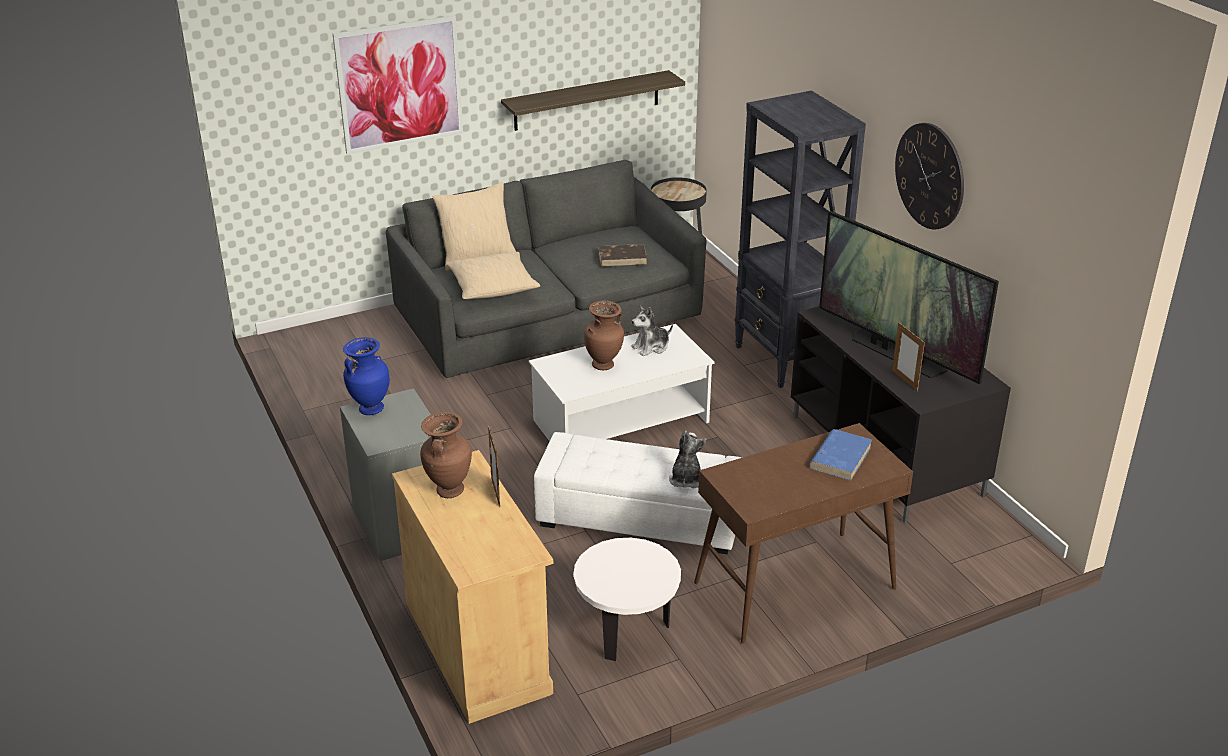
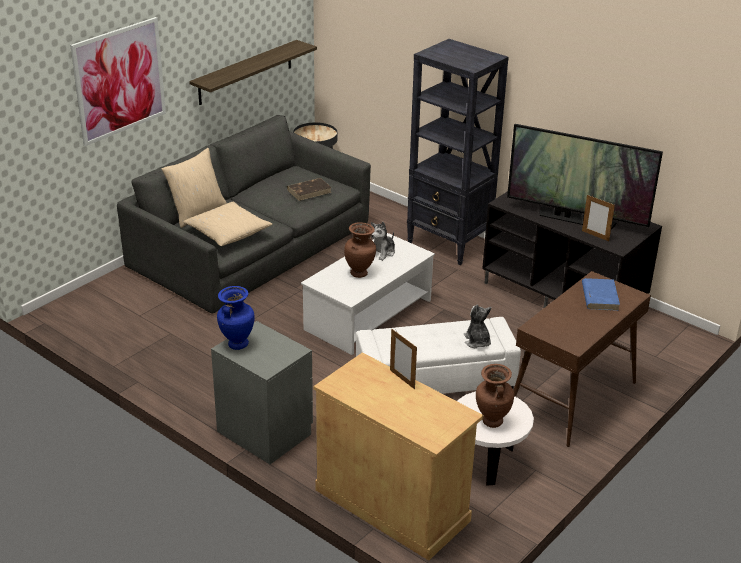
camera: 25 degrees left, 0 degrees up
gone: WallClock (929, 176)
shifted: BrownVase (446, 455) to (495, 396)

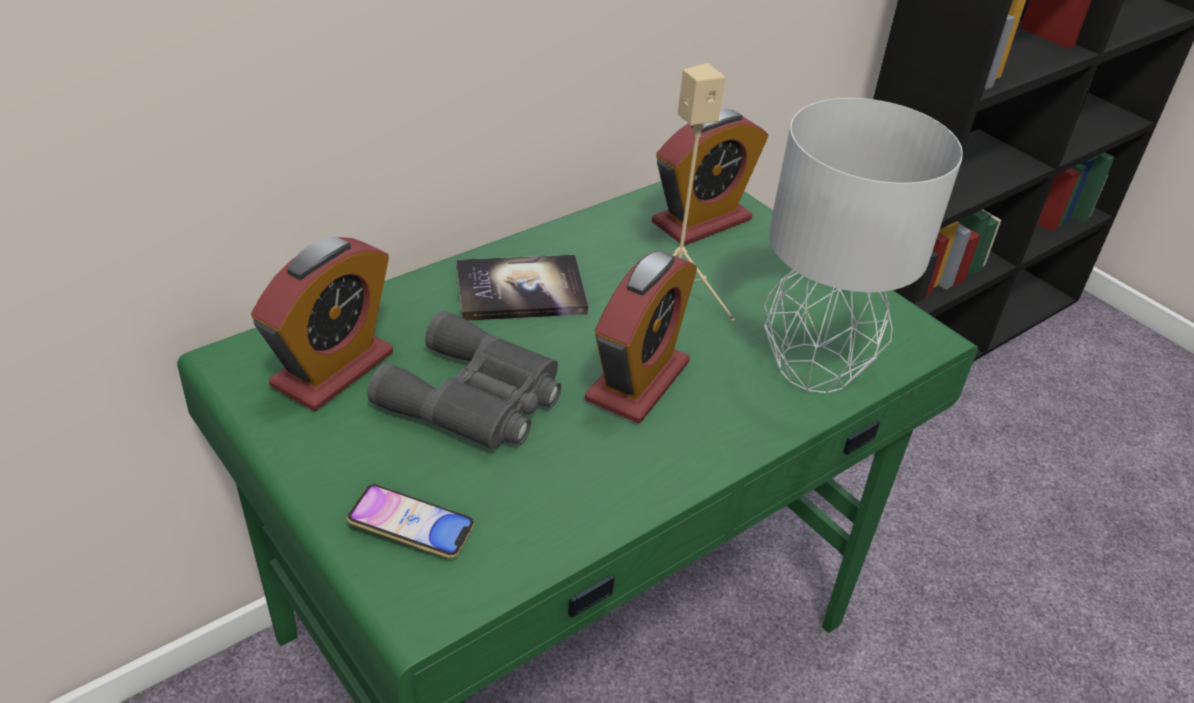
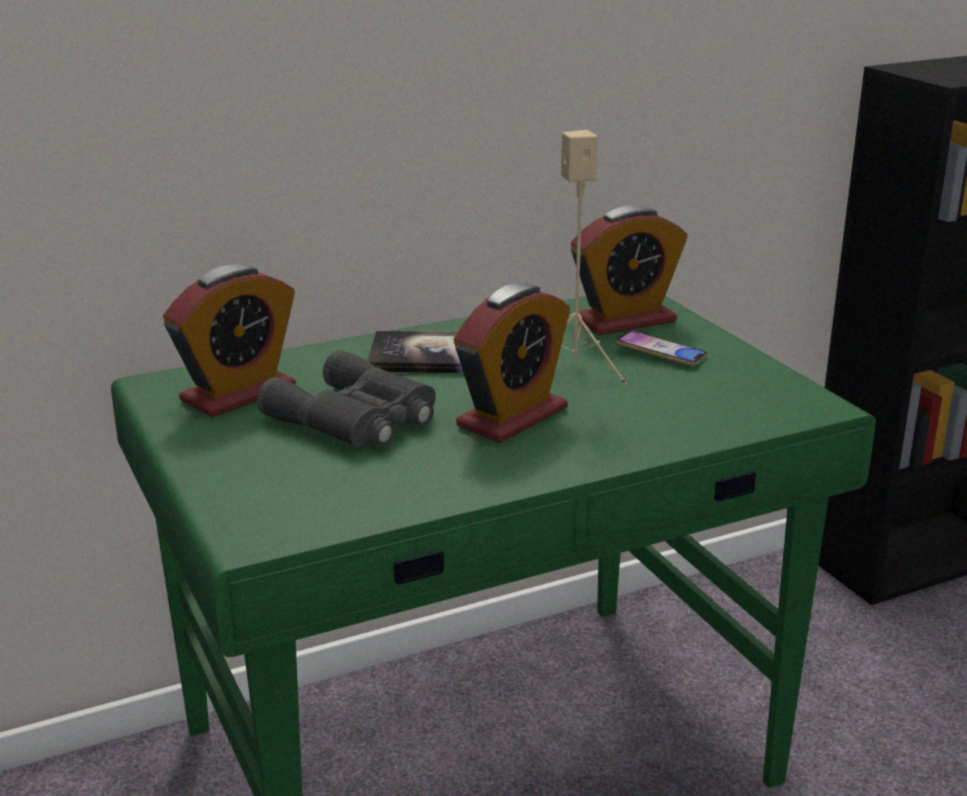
camera: 15 degrees right, 15 degrees down
gone: GreyTableLamp (863, 245)
shifted: Phone (411, 521) to (661, 348)

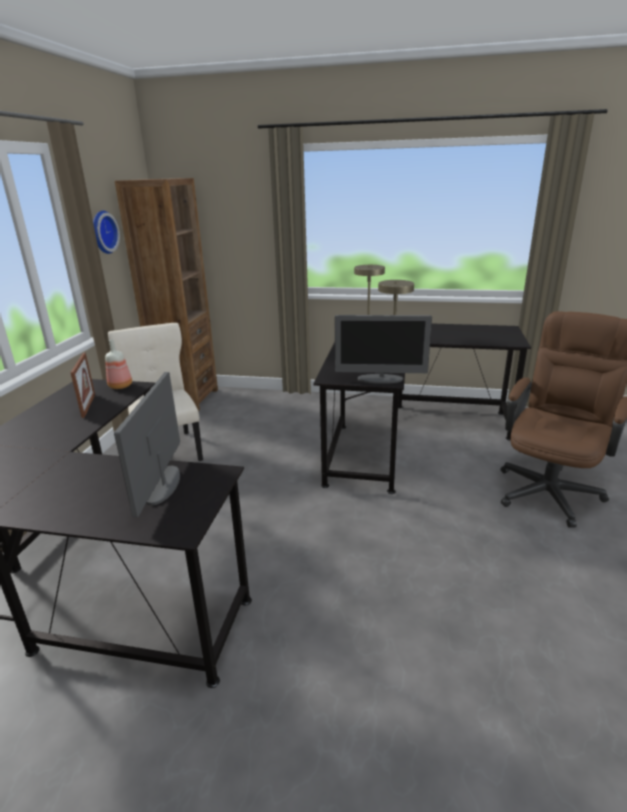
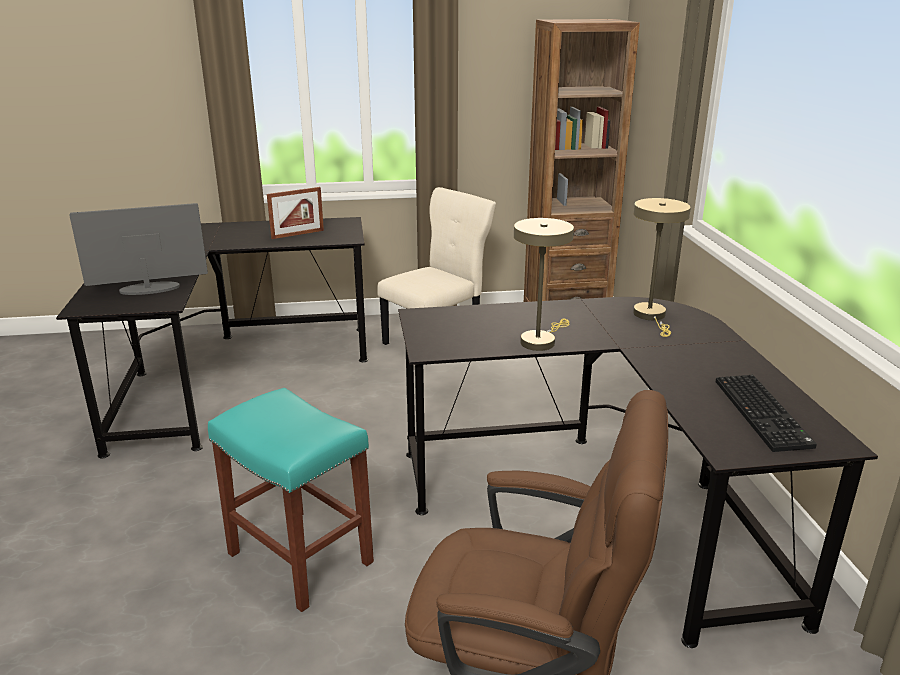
camera: 70 degrees right, 0 degrees up
gone: WallClock (106, 232); Bottle (118, 364); Monitor (383, 349)
new: TurquoiseStool (291, 500); Keyboard (766, 413)

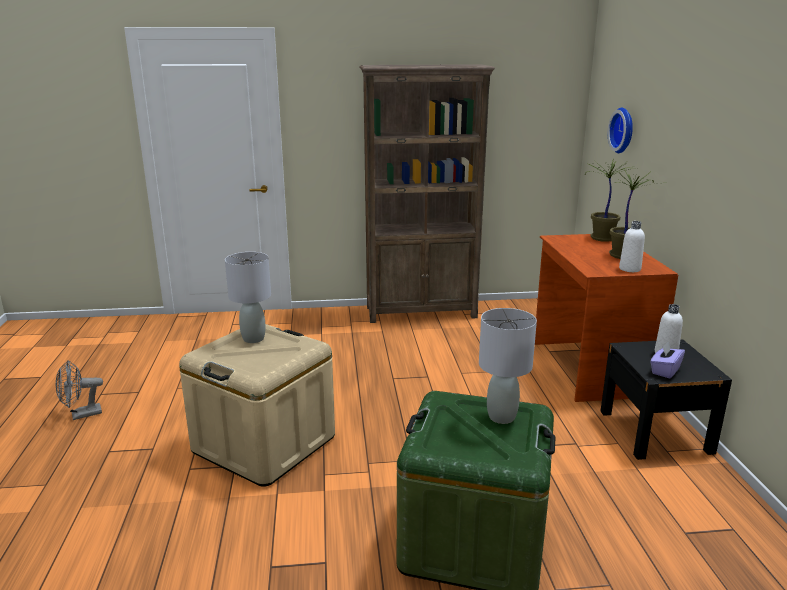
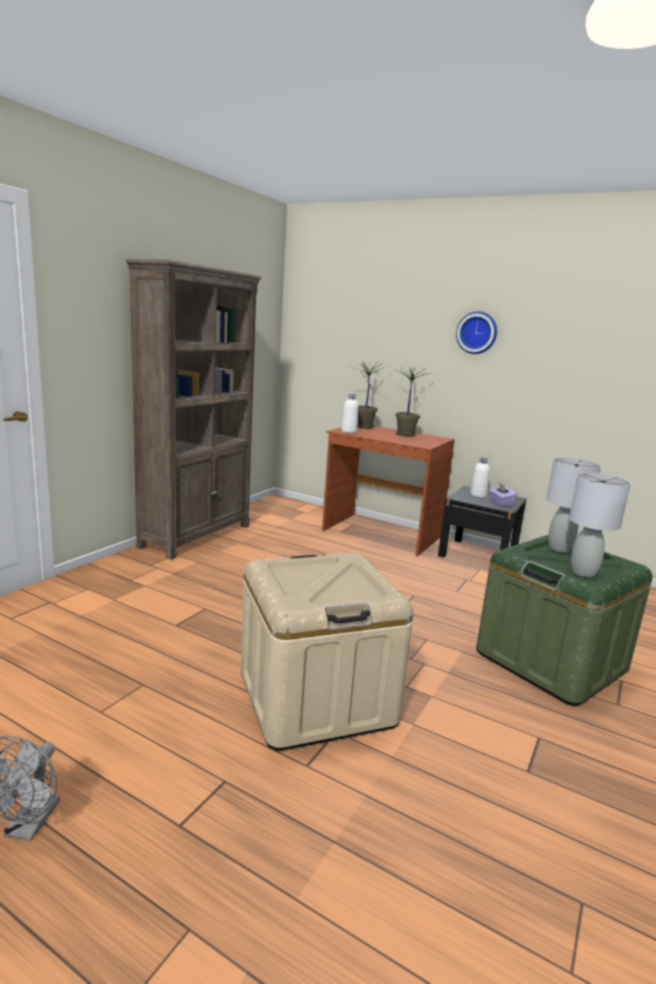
camera: 55 degrees left, 5 degrees down
shifted: WhiteBottle (632, 246) to (349, 413); WallClock (620, 130) to (476, 332); GreyTableLamp (248, 297) to (600, 525)

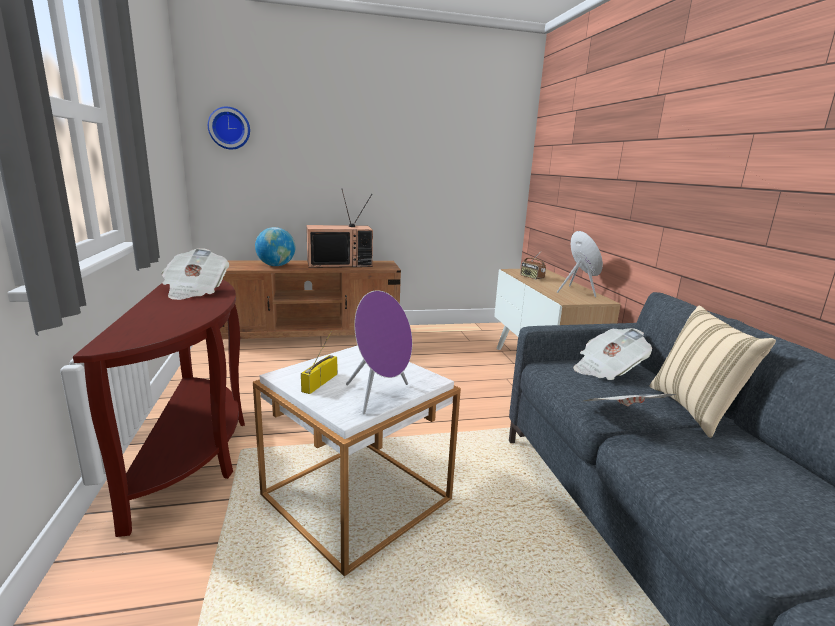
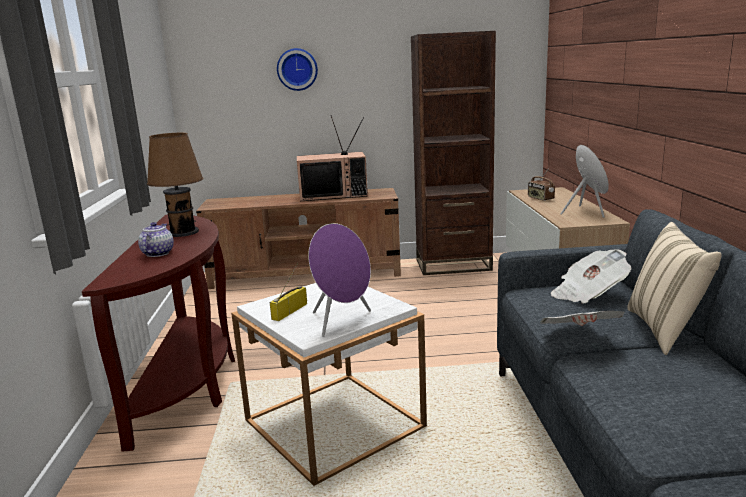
camera: 10 degrees right, 0 degrees up
gone: Globe (275, 246)
new: Teapot (156, 239); BrownBookcase (453, 153)
shifted: WallClock (229, 128) to (297, 69)
swapped: Newspaper (195, 274) to BrownTableLamp (175, 185)

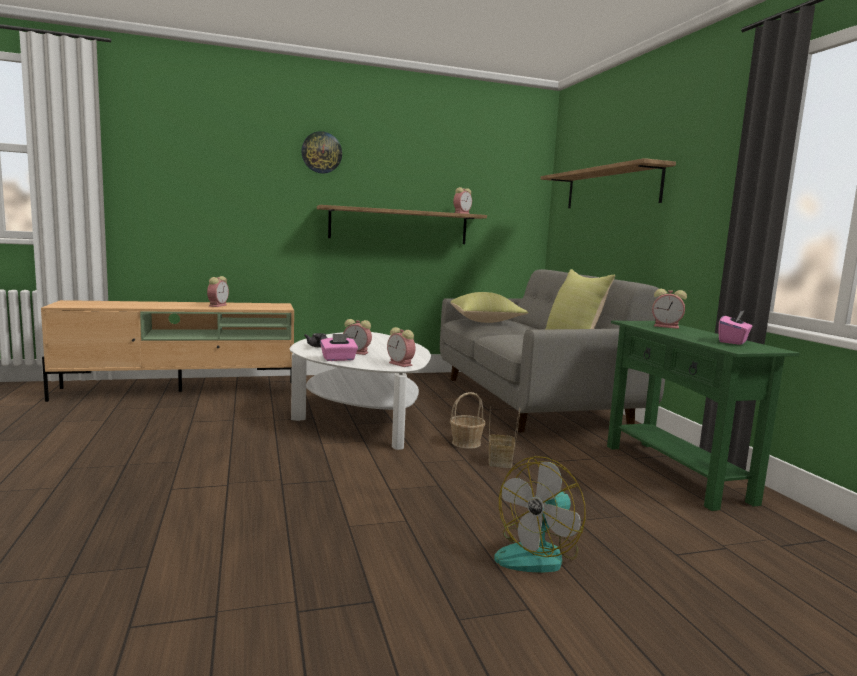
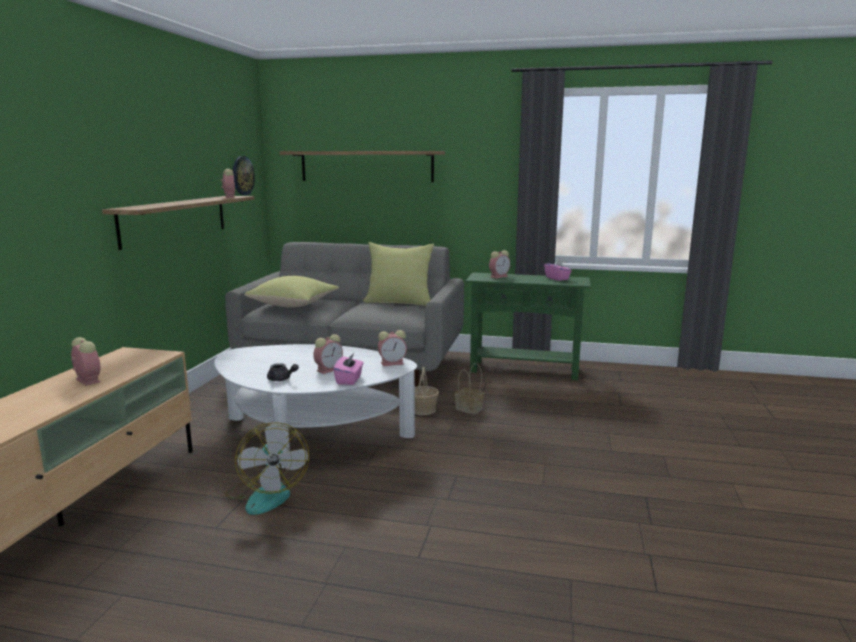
camera: 60 degrees left, 5 degrees up
shifted: Fan (540, 514) to (267, 468); WallClock (321, 152) to (244, 175)

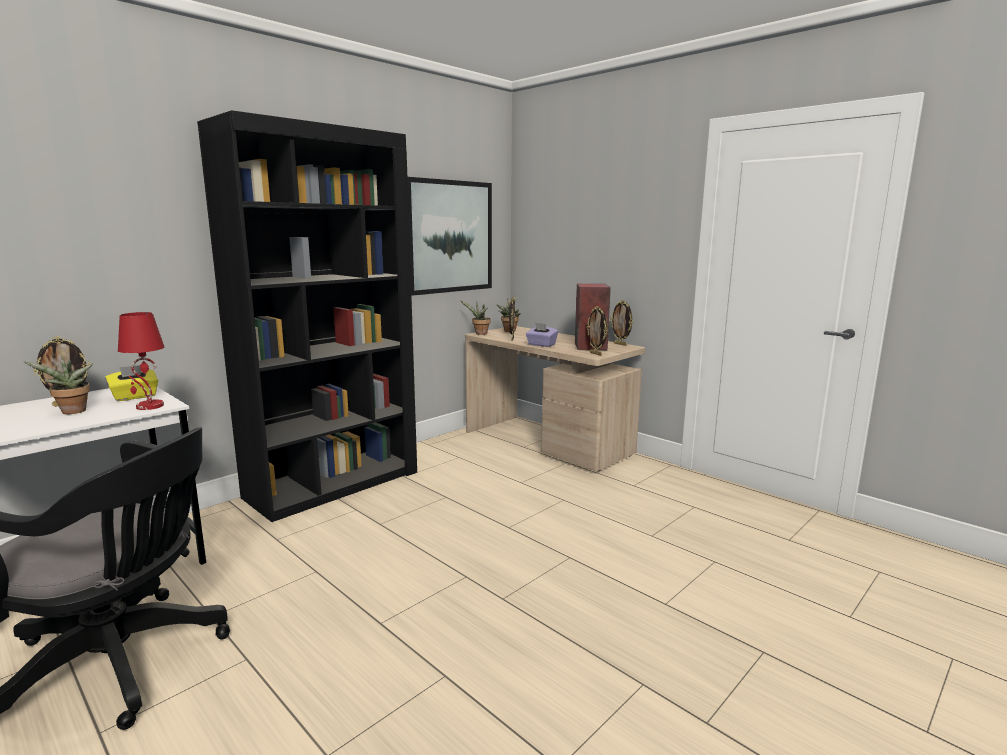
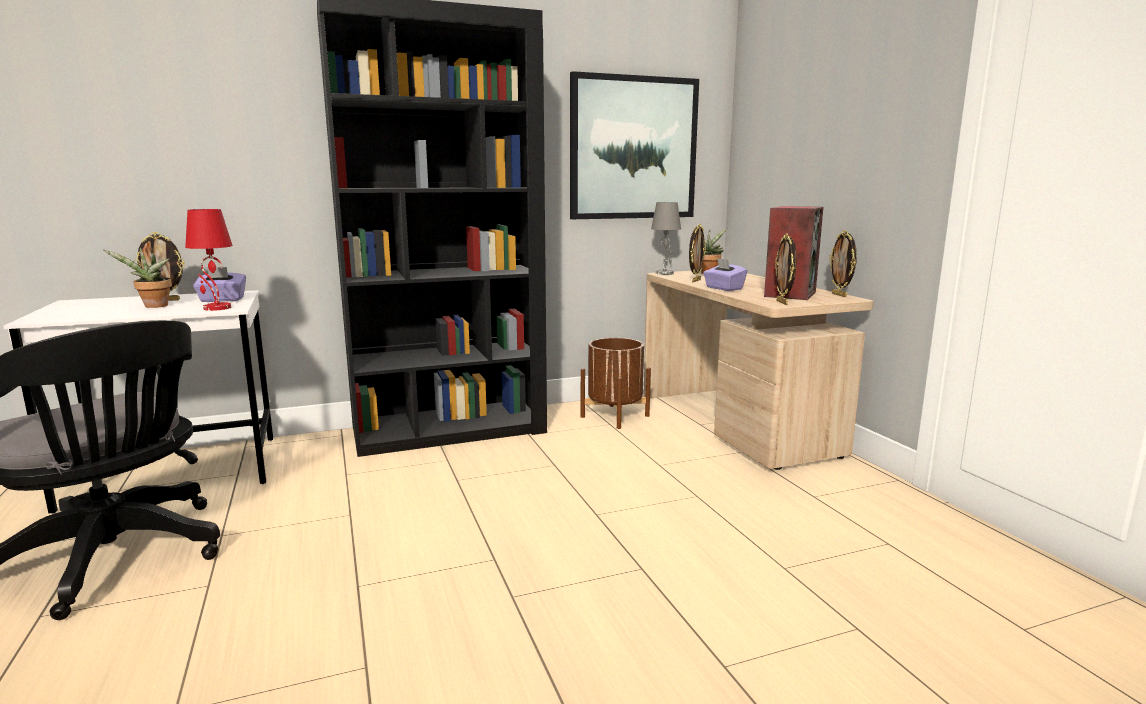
camera: 25 degrees right, 0 degrees up
new: BrownPlanter (616, 383)
swapped: PottedPlant (475, 317) to GreyTableLamp (666, 238)
repainted: YellowTissueBox (131, 383) to PurpleTissueBox (219, 284)

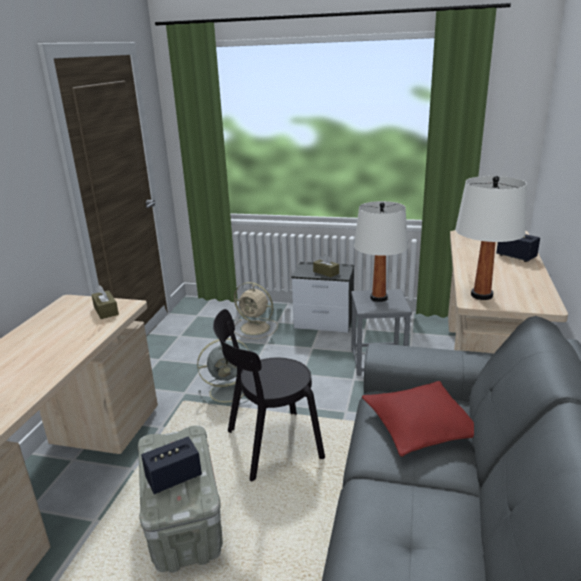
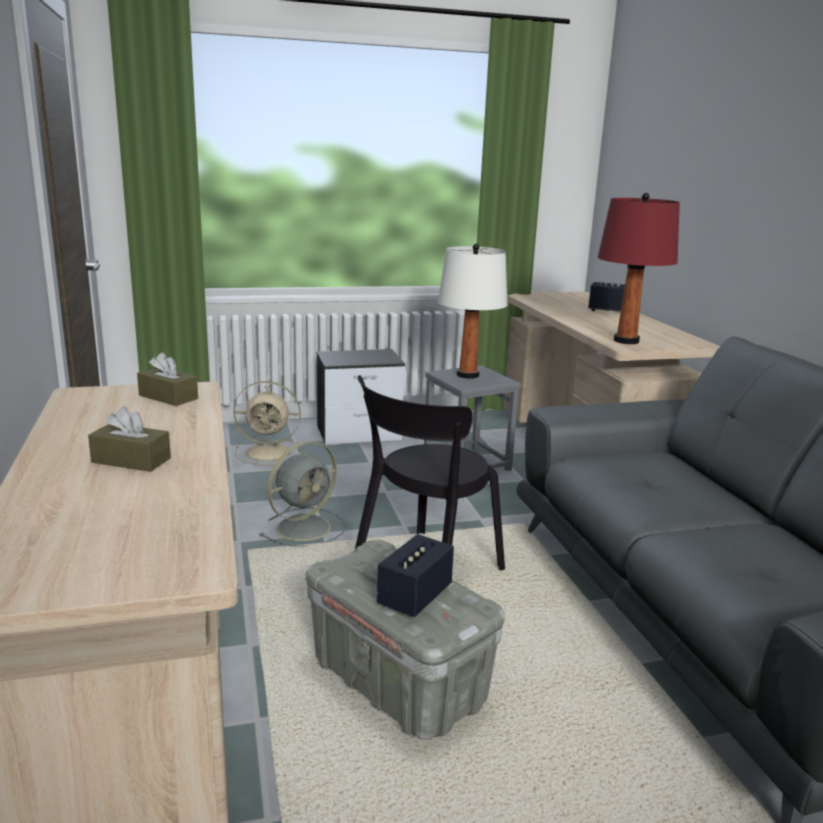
camera: 30 degrees left, 5 degrees down
gone: RedPillow (418, 419)
shifted: BrownTissueBox (326, 265) to (129, 439)
repainted: WhiteTableLamp (491, 238) to RedTableLamp (639, 268)

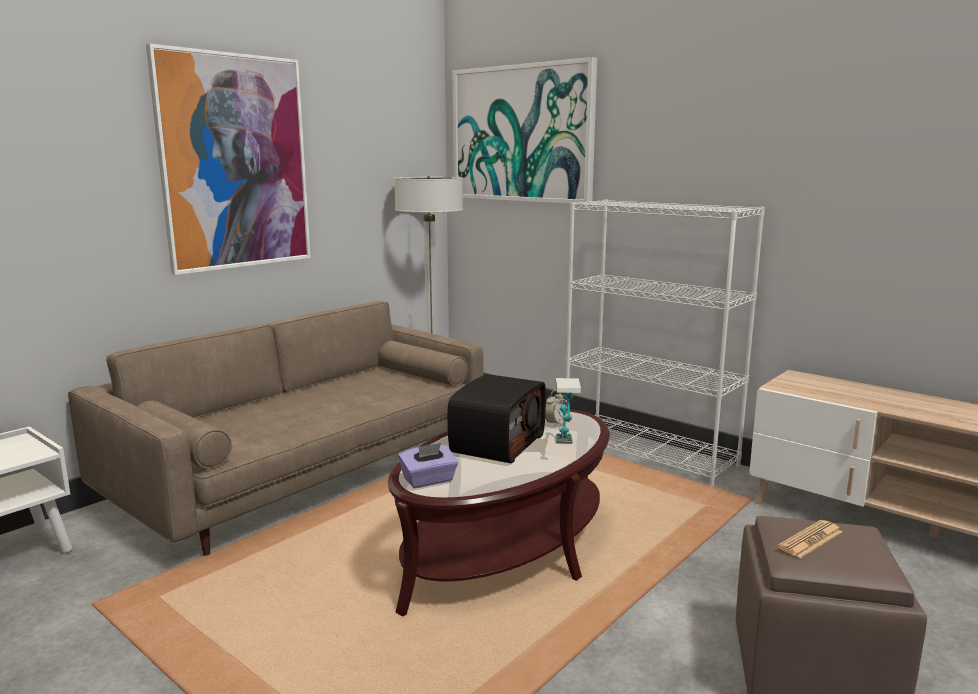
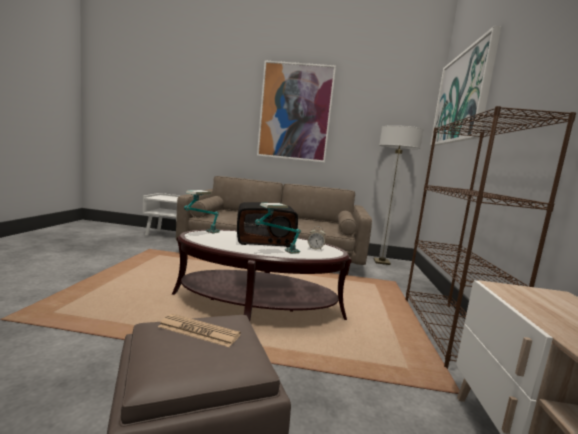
camera: 55 degrees right, 5 degrees down
swapped: PurpleTissueBox (428, 465) to TableLamp (202, 212)
repainted: WhiteBookcase (665, 343) to BrownBookcase (490, 237)

